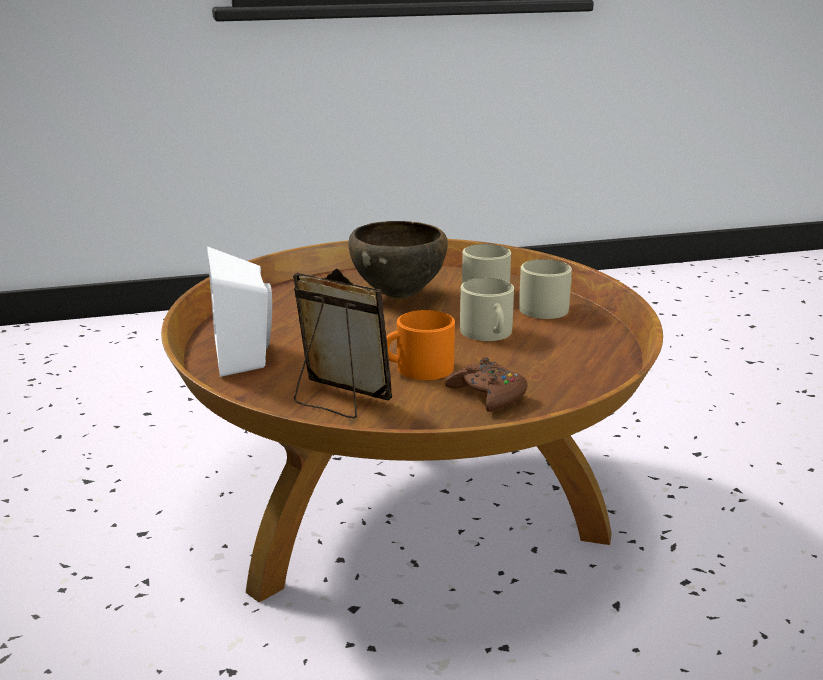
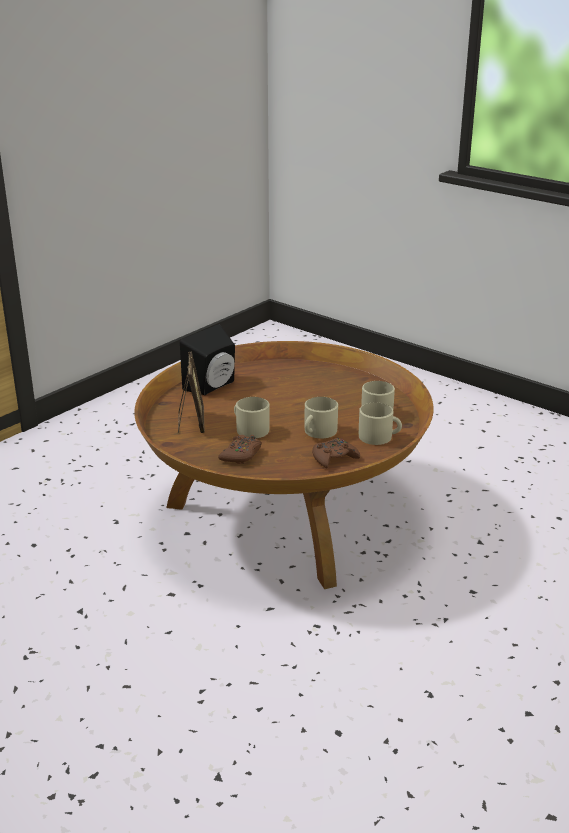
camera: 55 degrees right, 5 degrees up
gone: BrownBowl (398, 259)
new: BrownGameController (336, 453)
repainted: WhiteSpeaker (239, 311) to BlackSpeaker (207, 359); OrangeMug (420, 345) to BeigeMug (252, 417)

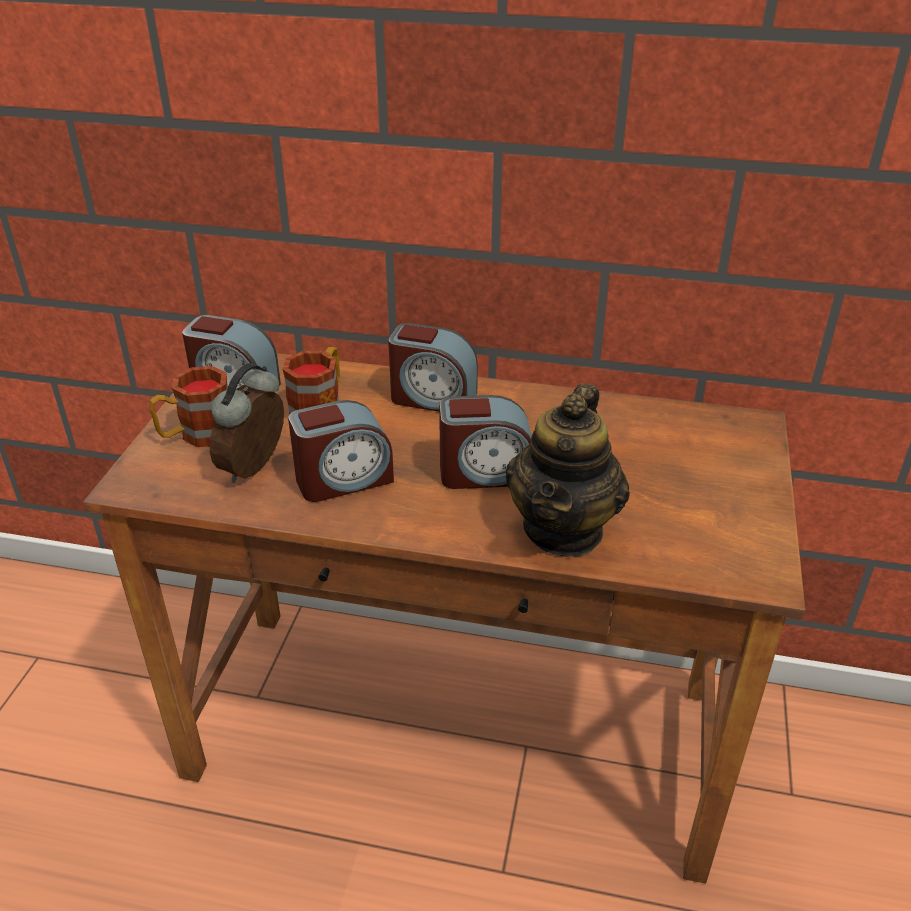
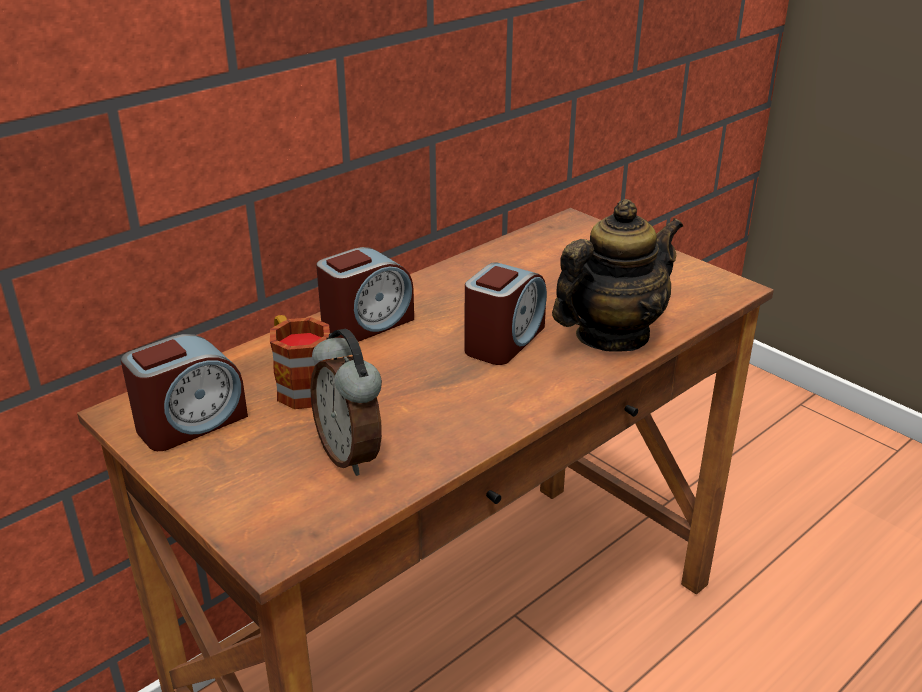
camera: 55 degrees left, 5 degrees down
gone: Mug (188, 406); AlarmClock (341, 451)
rotated: Teapot (567, 470) = (617, 275) 90 degrees counterclockwise

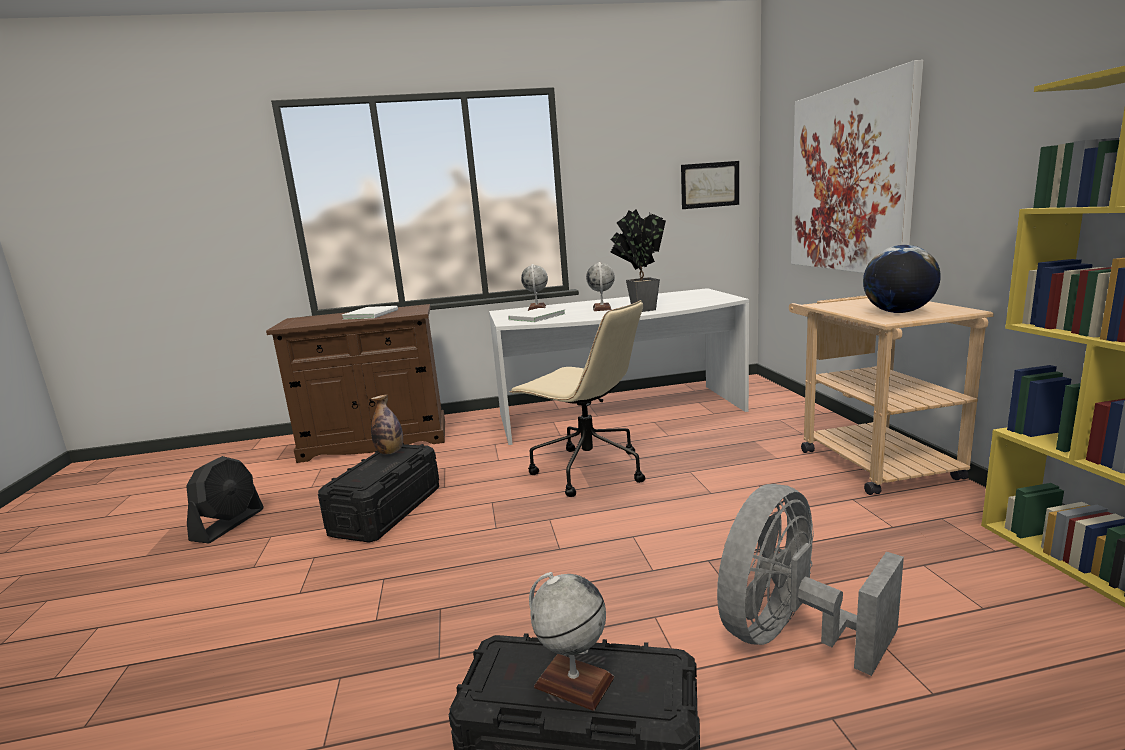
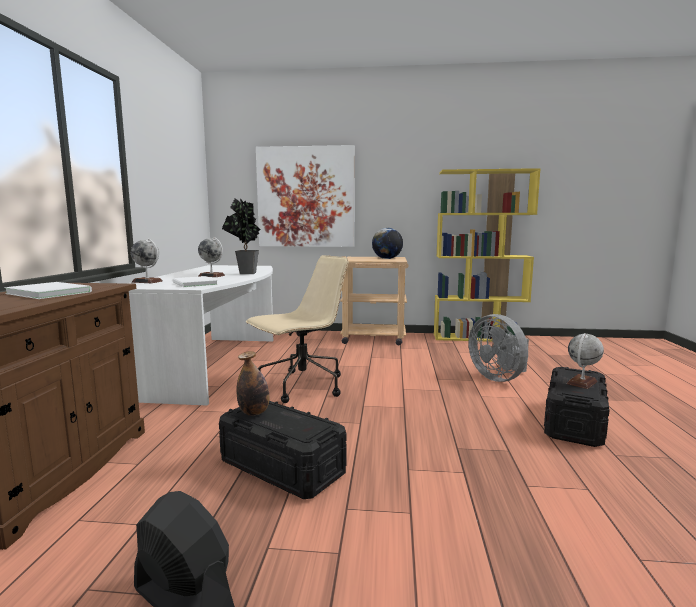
camera: 75 degrees left, 5 degrees down
gone: Picture (710, 185)

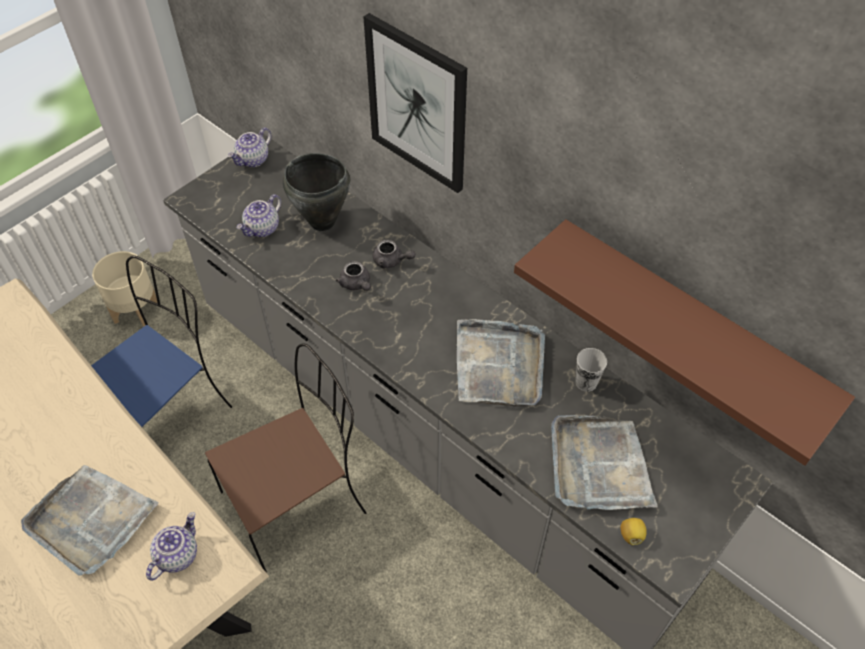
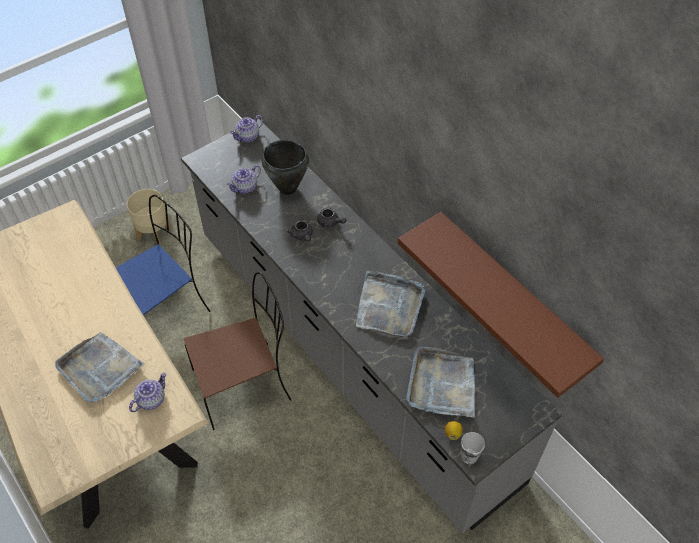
camera: 10 degrees right, 0 degrees up
gone: Picture (415, 103)
shifted: Cup (591, 370) to (473, 448)

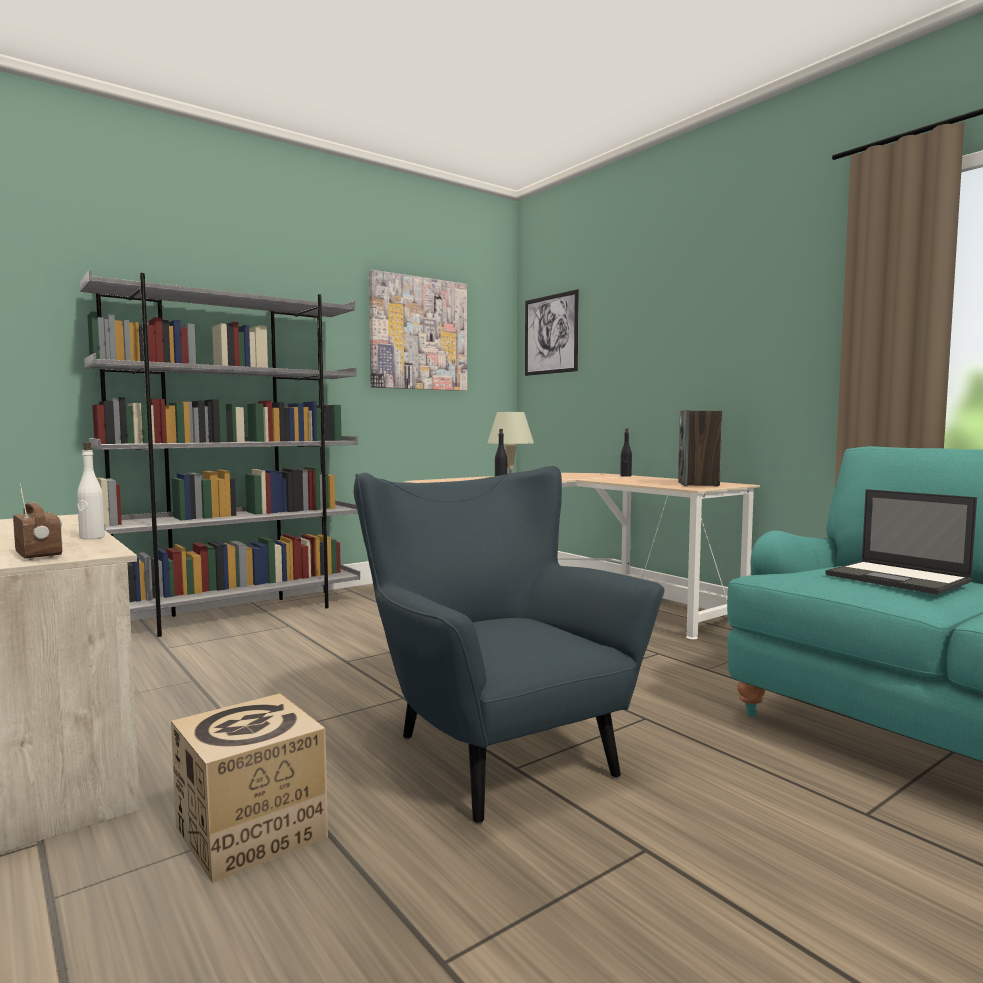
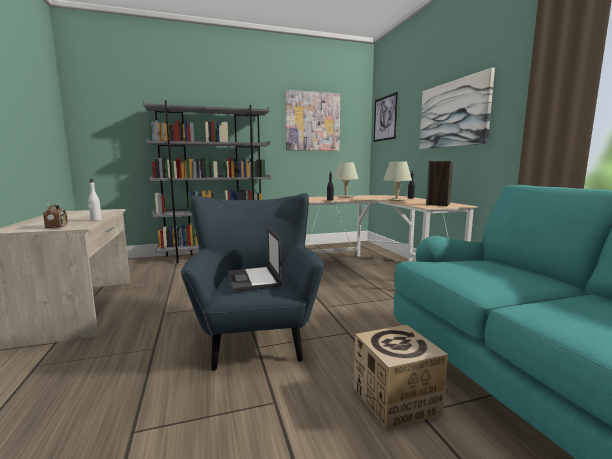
camera: 20 degrees right, 5 degrees up
new: BeigeTableLamp (398, 181); Picture (457, 108)
shifted: Laptop (901, 541) to (255, 259); CardboardBox (249, 788) to (401, 377)

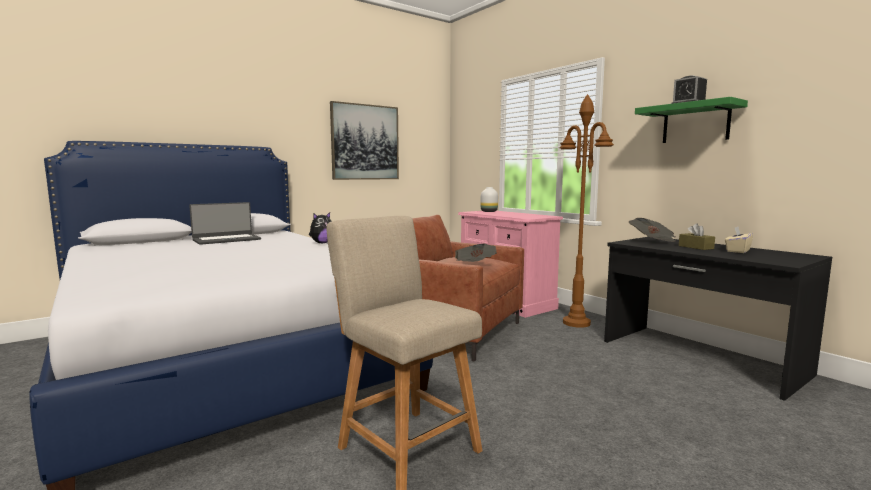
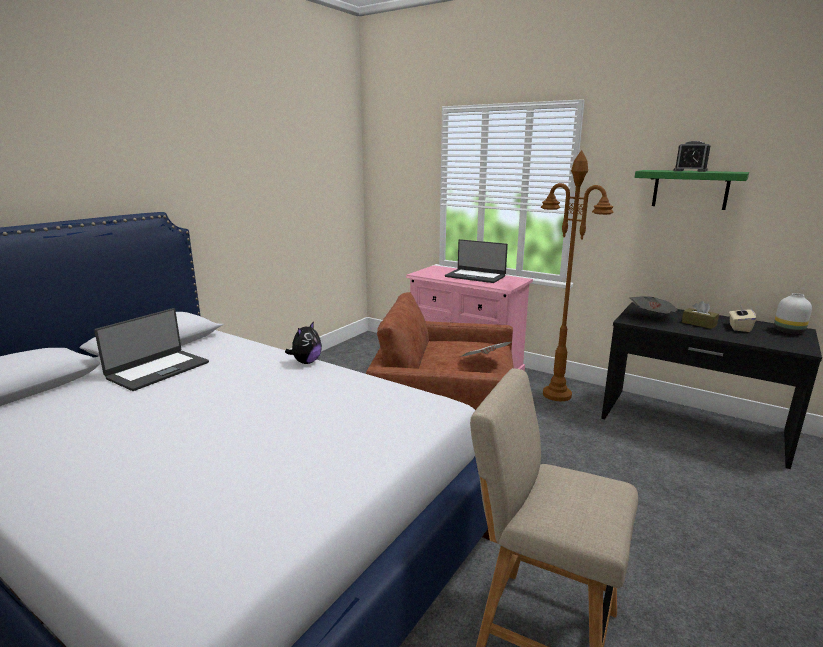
camera: 20 degrees left, 10 degrees up
gone: Picture (364, 140)
new: Laptop (476, 261)
shifted: WhiteVase (489, 199) to (793, 313)

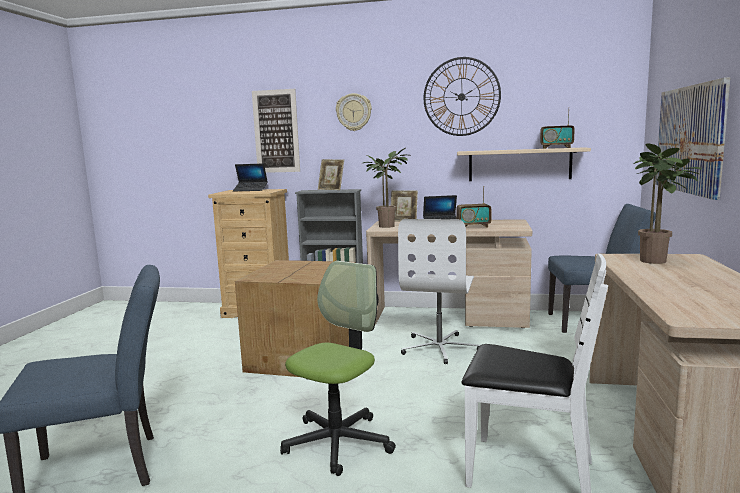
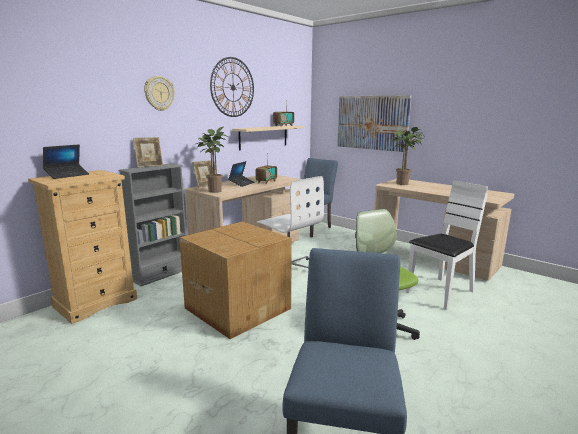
camera: 60 degrees left, 5 degrees up
gone: Picture (276, 131)

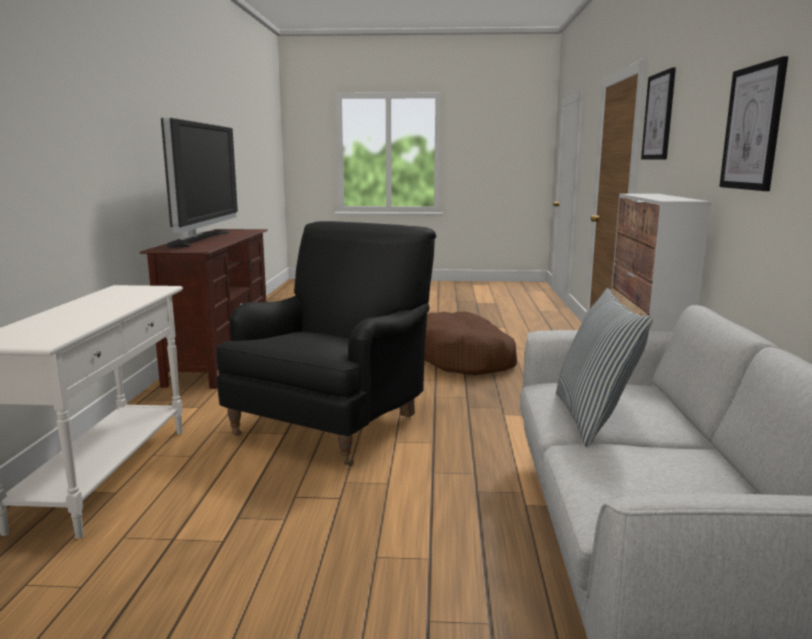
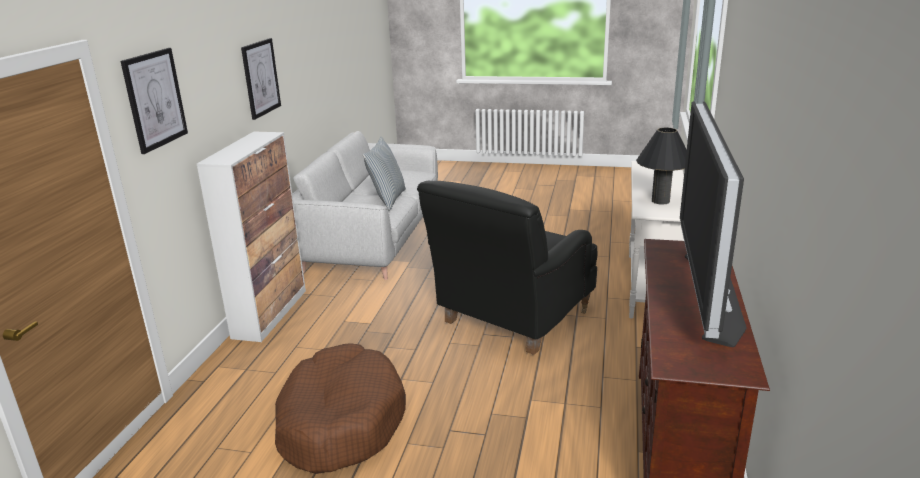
camera: 170 degrees left, 10 degrees up
new: BlackTableLamp (661, 166)

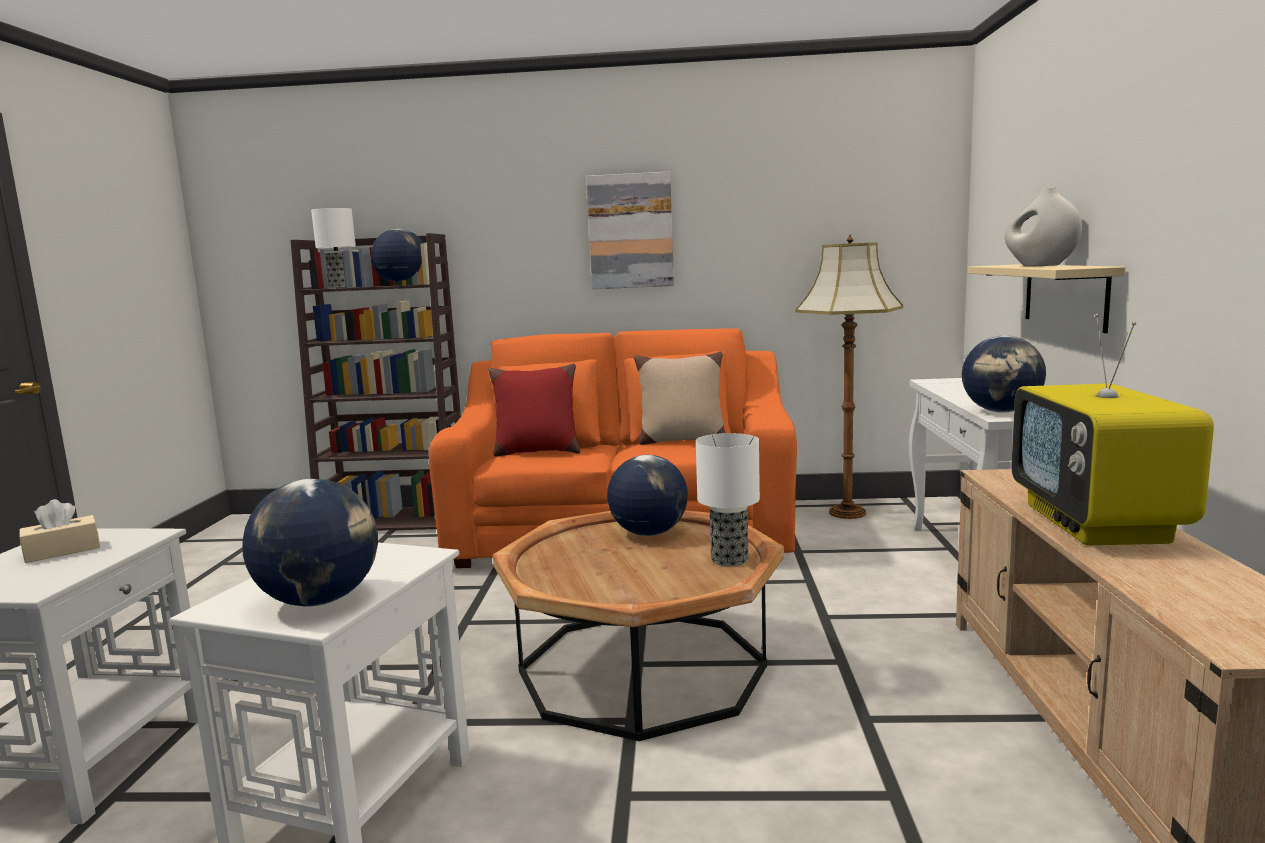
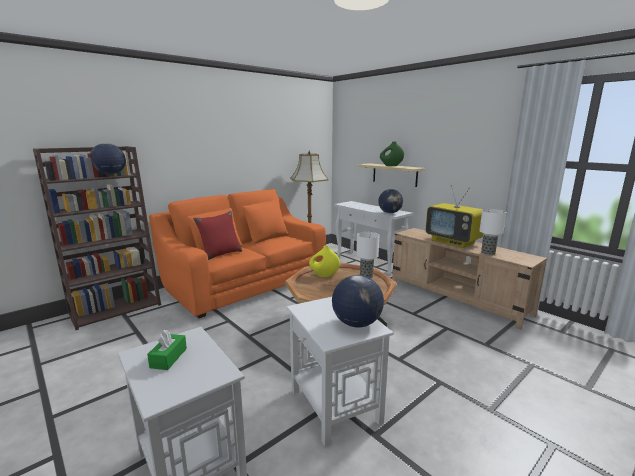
camera: 45 degrees left, 5 degrees up
gone: Picture (630, 230); BeigePillow (679, 398)
shifted: TableLamp (333, 248) to (492, 232)
swapped: Globe (647, 495) to YellowVase (324, 261)
repainted: BeigeTissueBox (60, 531) to GreenTissueBox (167, 350); WhiteVase (1043, 227) to GreenVase (392, 153)

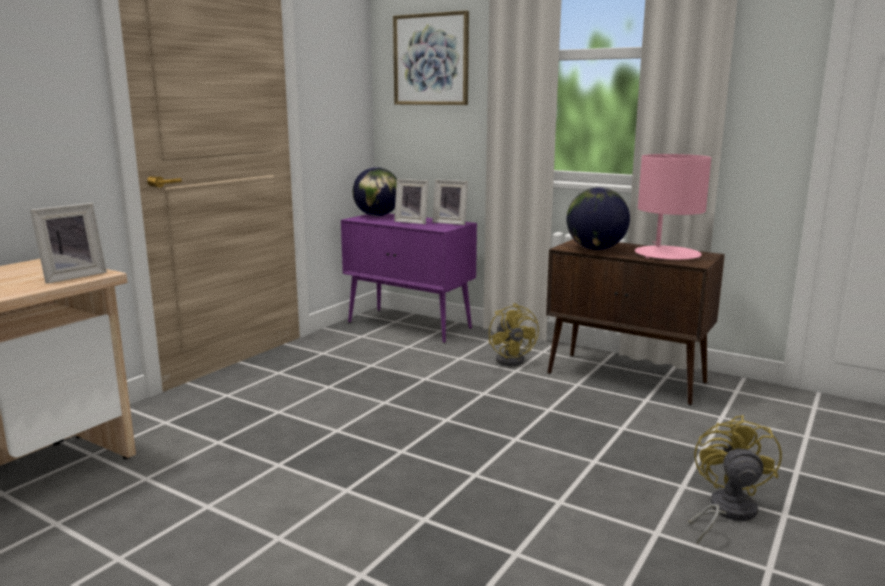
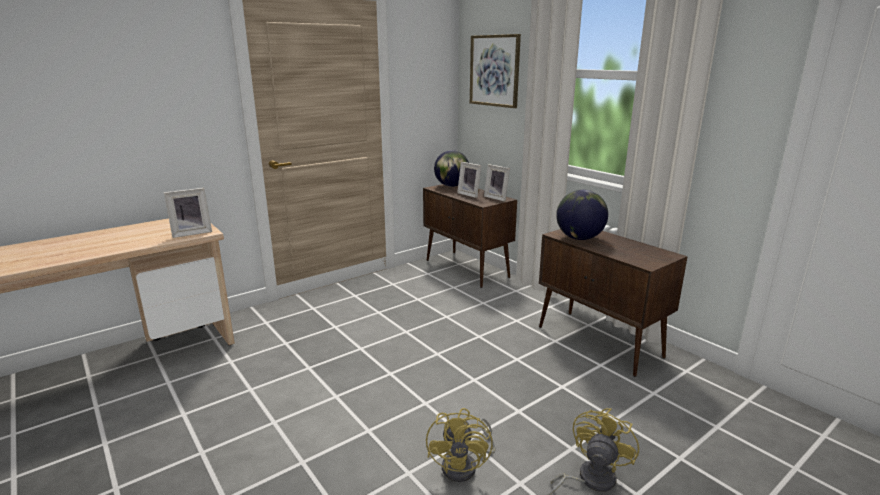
camera: 20 degrees right, 5 degrees up
gone: PinkTableLamp (673, 207)
shifted: YellowFan (514, 334) to (460, 445)
repainted: PurpleCabinet (409, 278) to BrownCabinet (470, 236)

